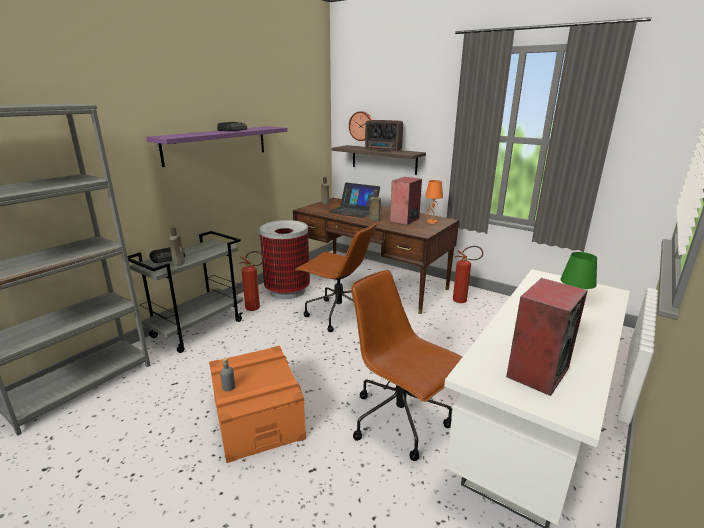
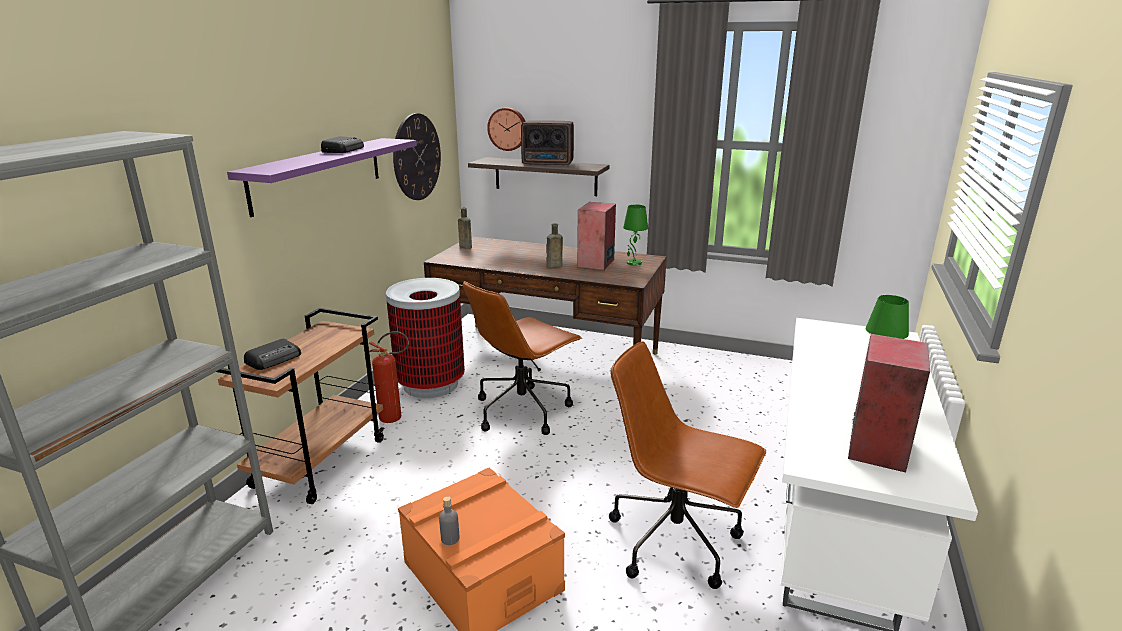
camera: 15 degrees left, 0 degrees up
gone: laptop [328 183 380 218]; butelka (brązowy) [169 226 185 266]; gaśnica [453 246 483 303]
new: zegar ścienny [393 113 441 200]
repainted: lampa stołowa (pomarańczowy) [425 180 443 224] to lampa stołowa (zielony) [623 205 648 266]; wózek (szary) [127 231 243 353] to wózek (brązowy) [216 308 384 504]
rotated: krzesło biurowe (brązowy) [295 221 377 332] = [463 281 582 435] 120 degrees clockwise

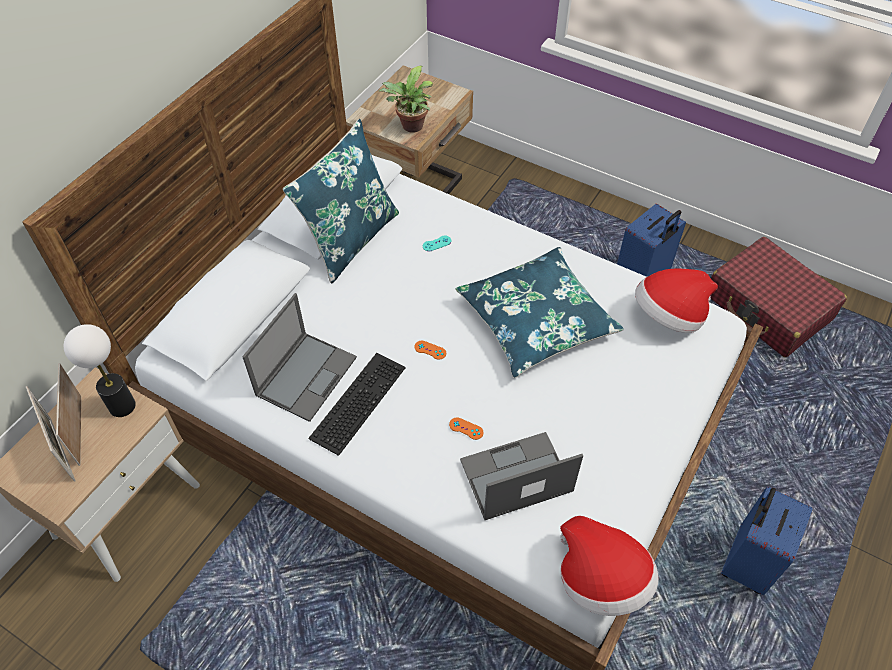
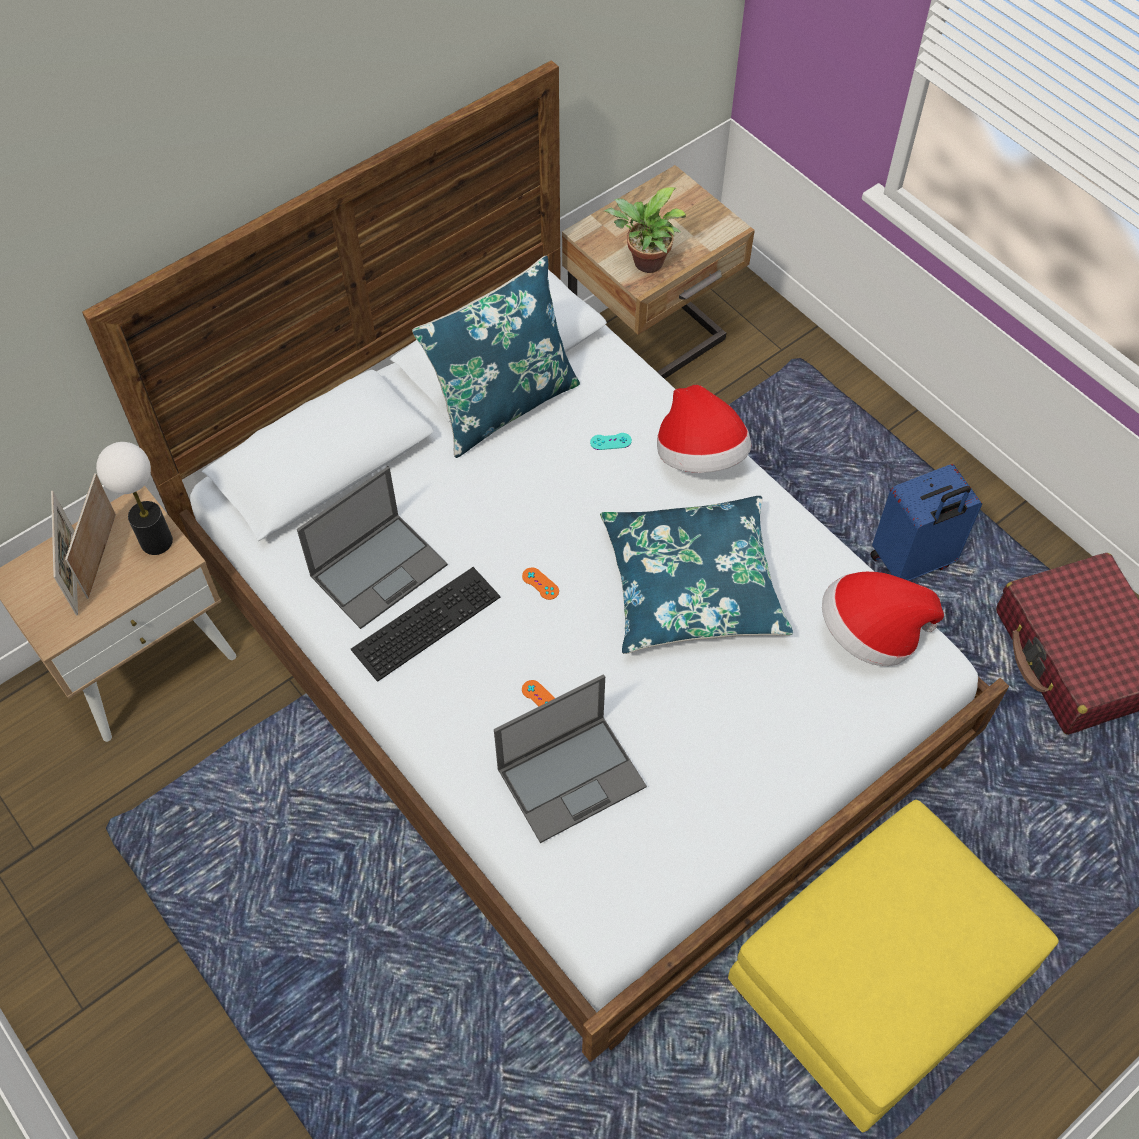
camera: 20 degrees right, 5 degrees up
shifted: kapelusz [560 516 658 616] to [657 385 751 473]
swapped: walizka (niebieski) [721 486 813 595] to pufa (żółty) [728 800 1059 1132]
rotated: laptop [460 432 583 520] = [494 674 647 843] 150 degrees clockwise

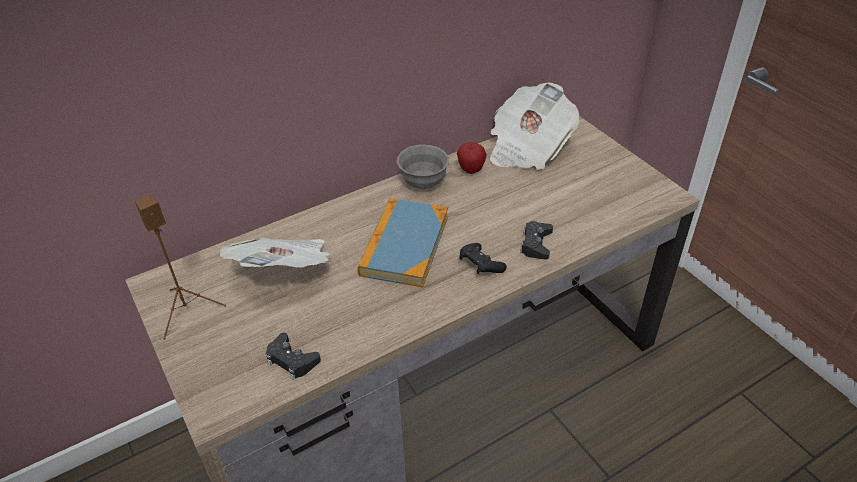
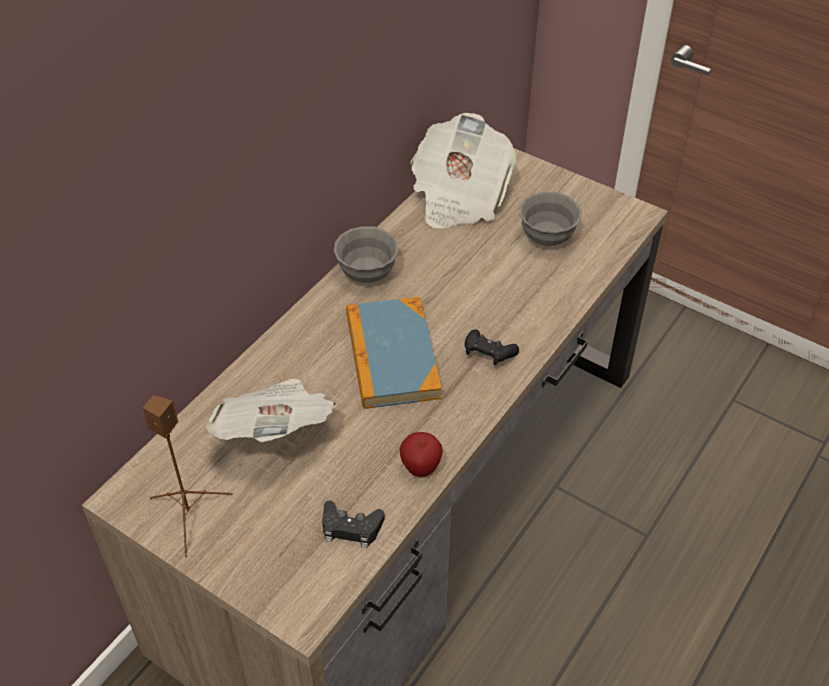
camera: 25 degrees left, 5 degrees up
gone: pad do gier (czarny) [520 221 553 259]
new: miska (szary) [519 191 582 246]
shifted: jabłko [457 142 487 174] to [399 432 443 477]

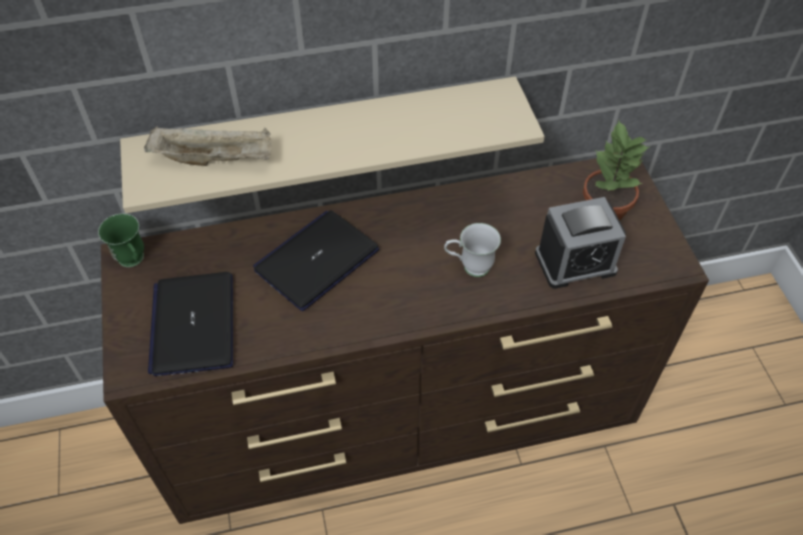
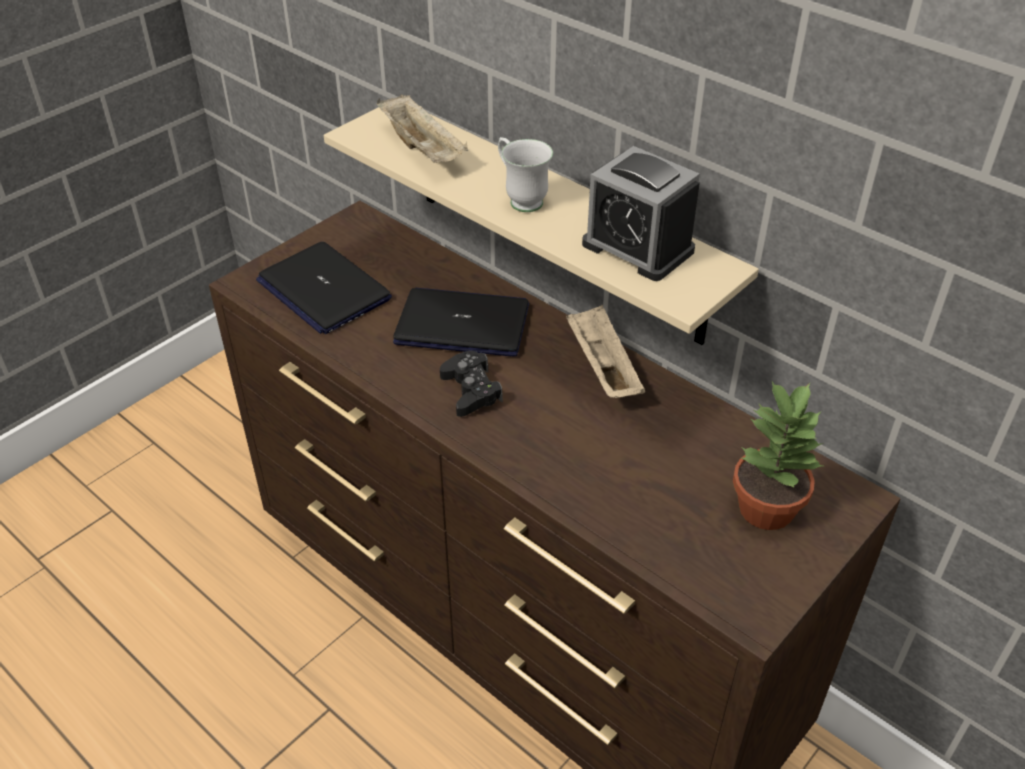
camera: 55 degrees right, 10 degrees down
gone: kubek (zielony) [98 213 144 267]
new: taca (beżowy) [566 305 645 398]; pad do gier (czarny) [440 351 503 417]
shifted: budzik [535 197 626 289] to [582 146 700 281]; kubek (biały) [444 223 501 277] to [498 137 553 212]
rotated: laptop [148 272 233 376] = [256 242 392 334] 90 degrees counterclockwise

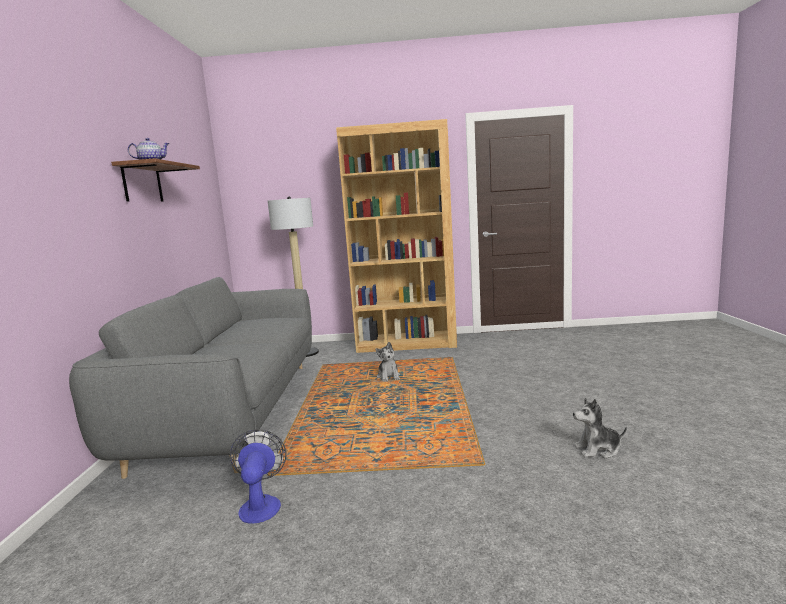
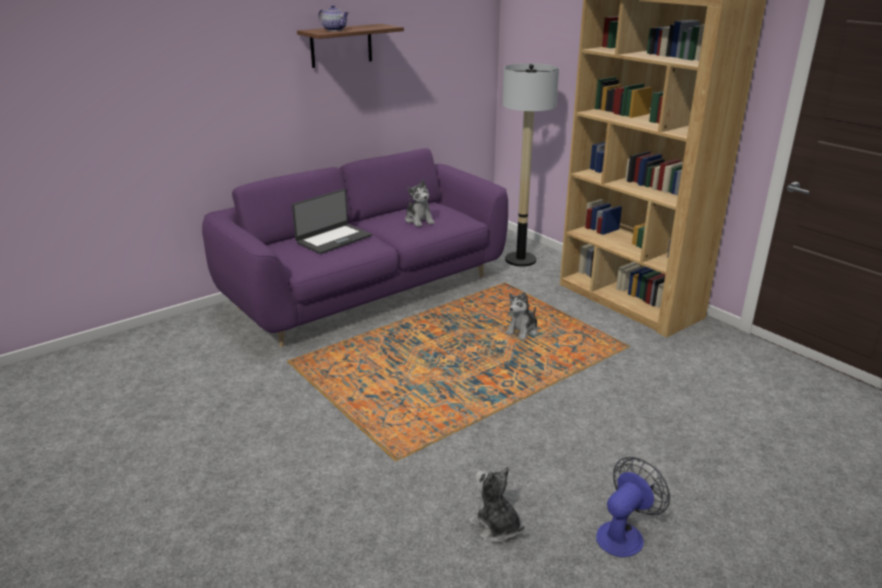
camera: 50 degrees right, 15 degrees up
new: pluszak [405 180 434 227]; laptop [292 189 372 254]
shifted: wentylator [230 429 287 523] to [596 457 670 557]
repainted: kanapa (szary) [69 277 312 479] to kanapa (fioletowy) [202 148 508 347]

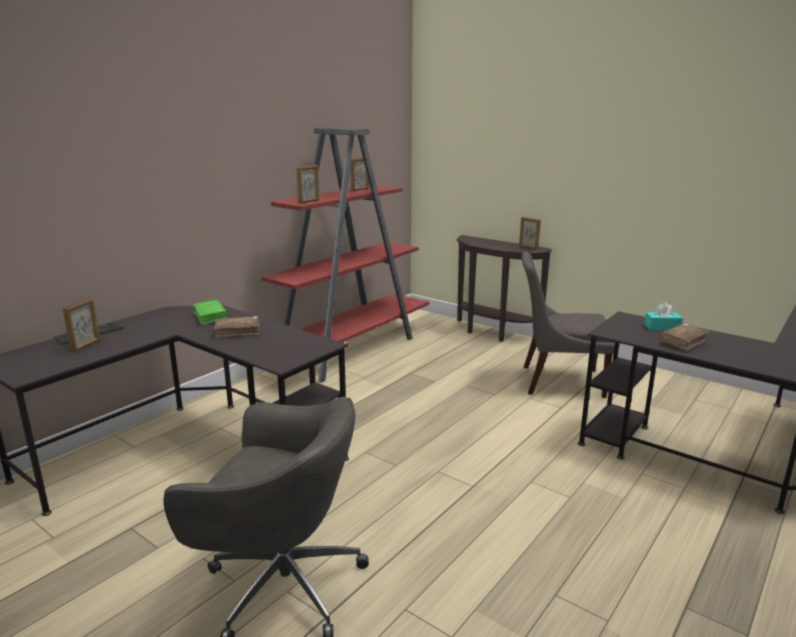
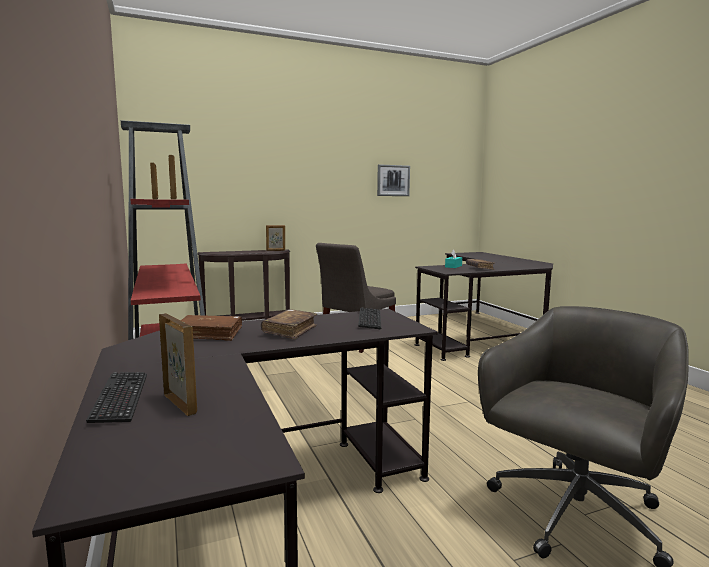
camera: 60 degrees left, 10 degrees down
new: obraz [377 164 410 196]; klawiatura [358 308 382 329]
repainted: książka (zielony) [193 300 228 325] to książka (brązowy) [180 315 242 341]

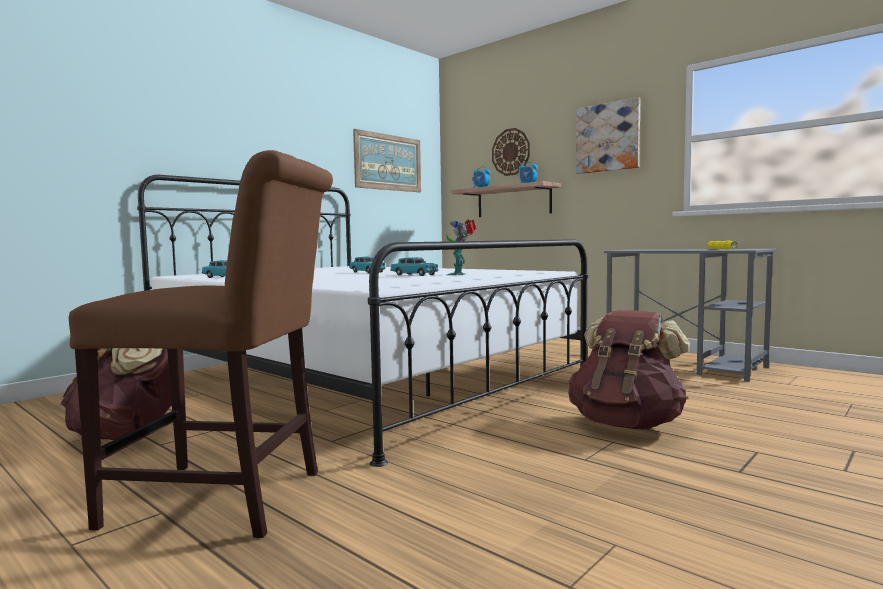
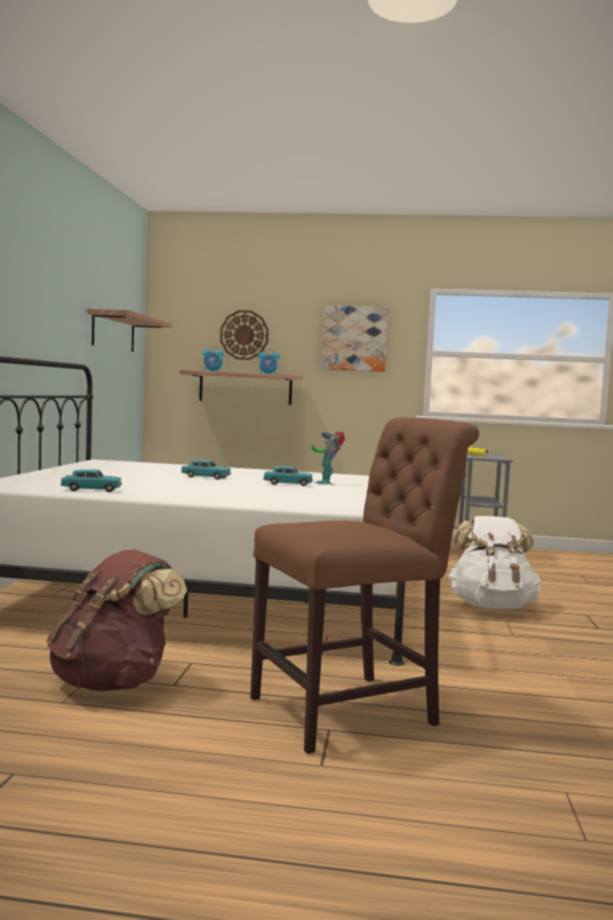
camera: 35 degrees left, 0 degrees up
swapped: obraz [353 129 421 192] to półka [87 308 172 352]
repainted: plecak (brązowy) [568 310 690 429] to plecak (biały) [447 516 541 609]

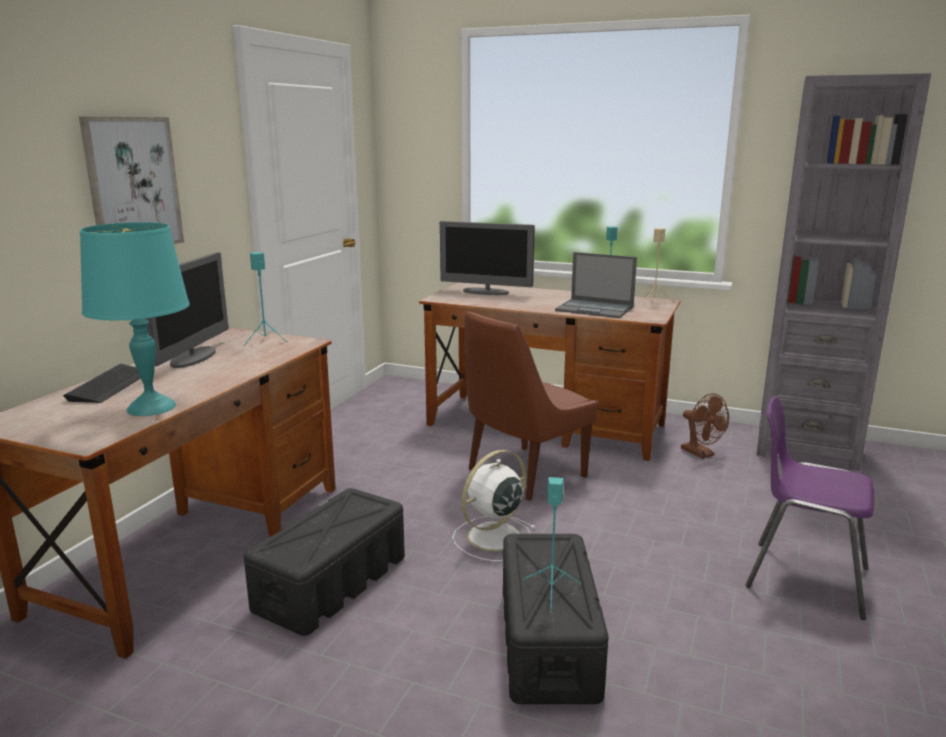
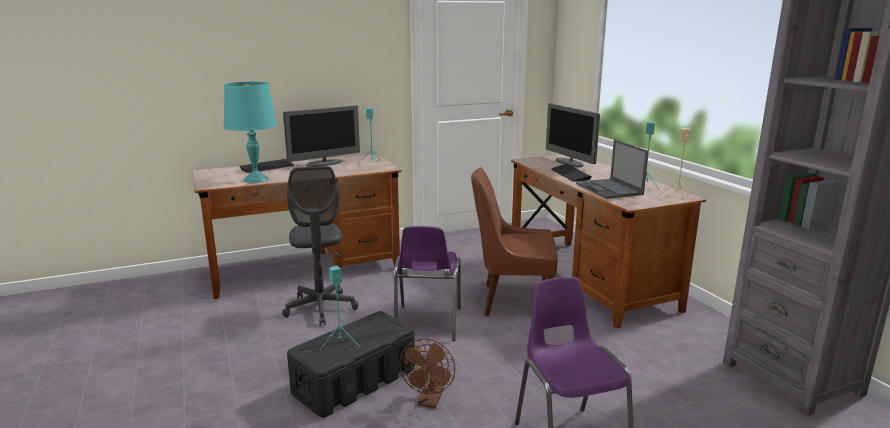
camera: 45 degrees right, 0 degrees up
gone: obraz [79 116 184 244]
new: klawiatura [551 164 592 181]
shifted: wentylator (brązowy) [681 393 729 459] to [399 339 455 408]
swapped: wentylator (biały) [452 450 536 561] to krzesło (fioletowy) [394 226 461 341]; pojemnik do przechowywania (czarny) [244 488 405 636] to krzesło biurowe (szary) [282 166 359 326]

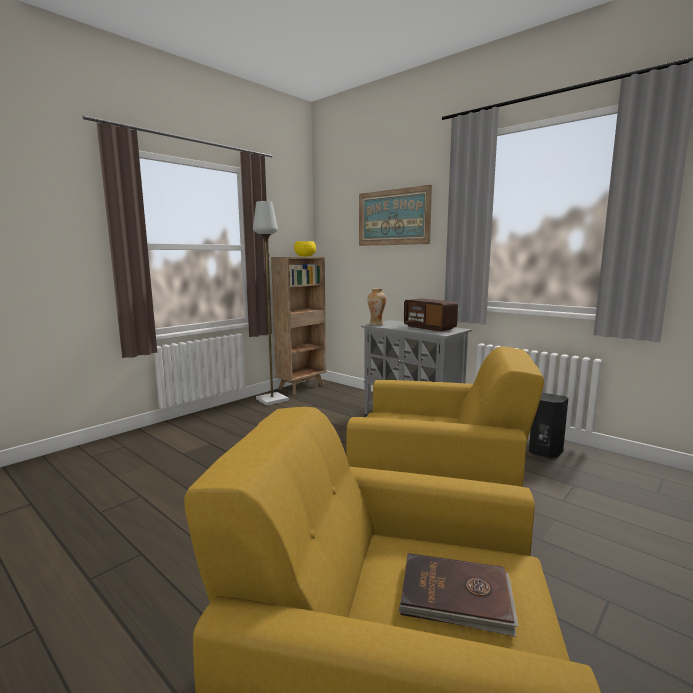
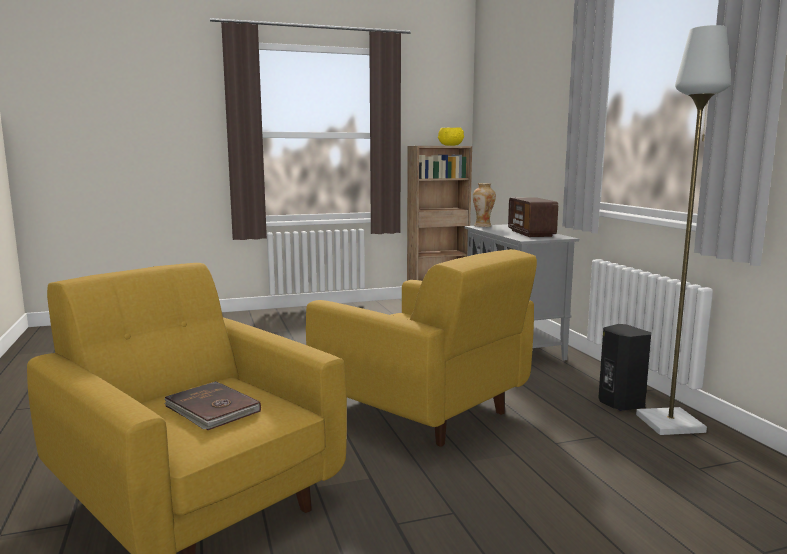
camera: 30 degrees right, 0 degrees up
gone: obraz [359 185 432 246]
shifted: lampa stojąca (szary) [253 201 289 405] to [636 25 731 435]

